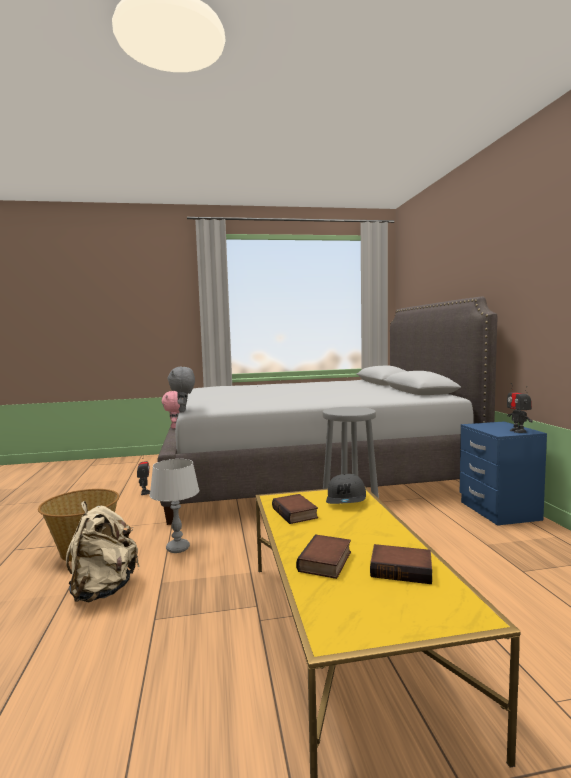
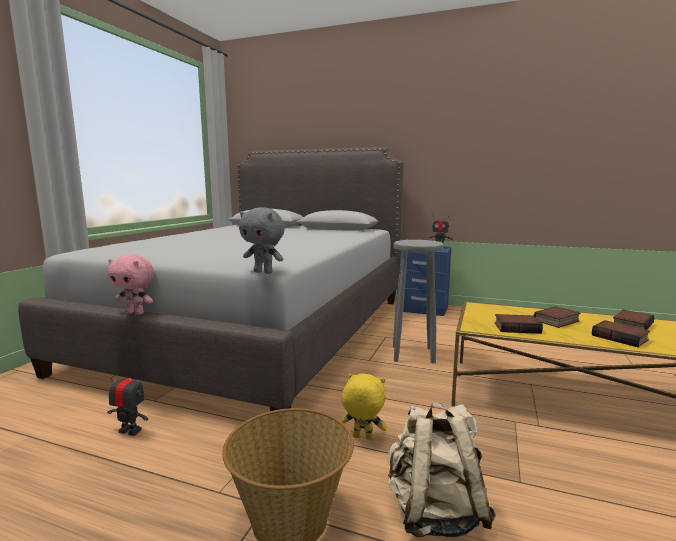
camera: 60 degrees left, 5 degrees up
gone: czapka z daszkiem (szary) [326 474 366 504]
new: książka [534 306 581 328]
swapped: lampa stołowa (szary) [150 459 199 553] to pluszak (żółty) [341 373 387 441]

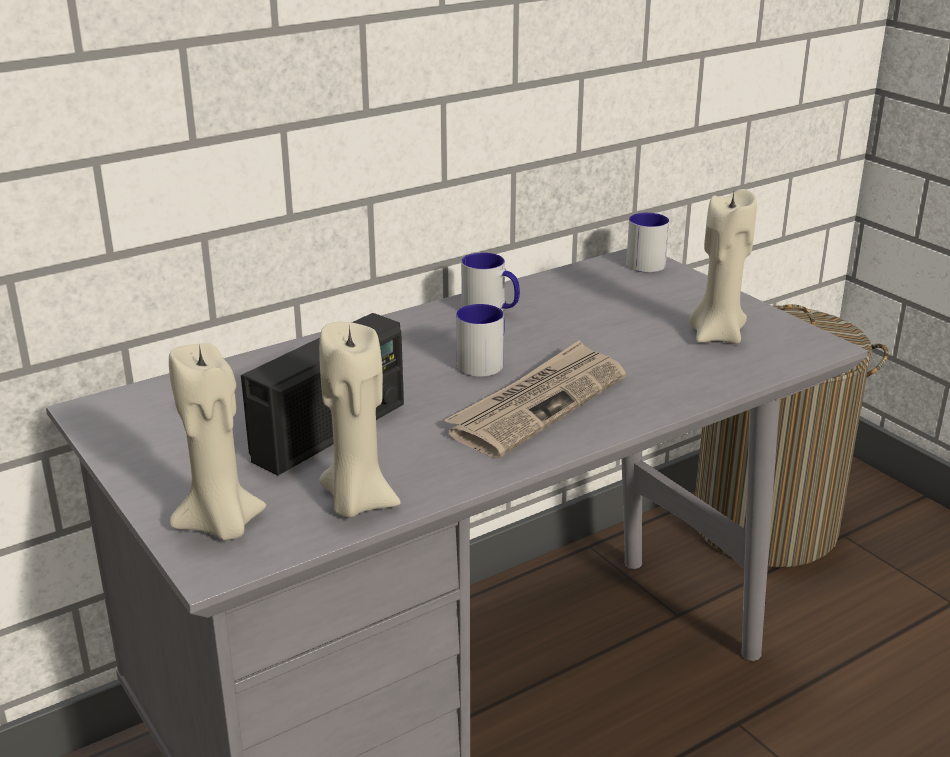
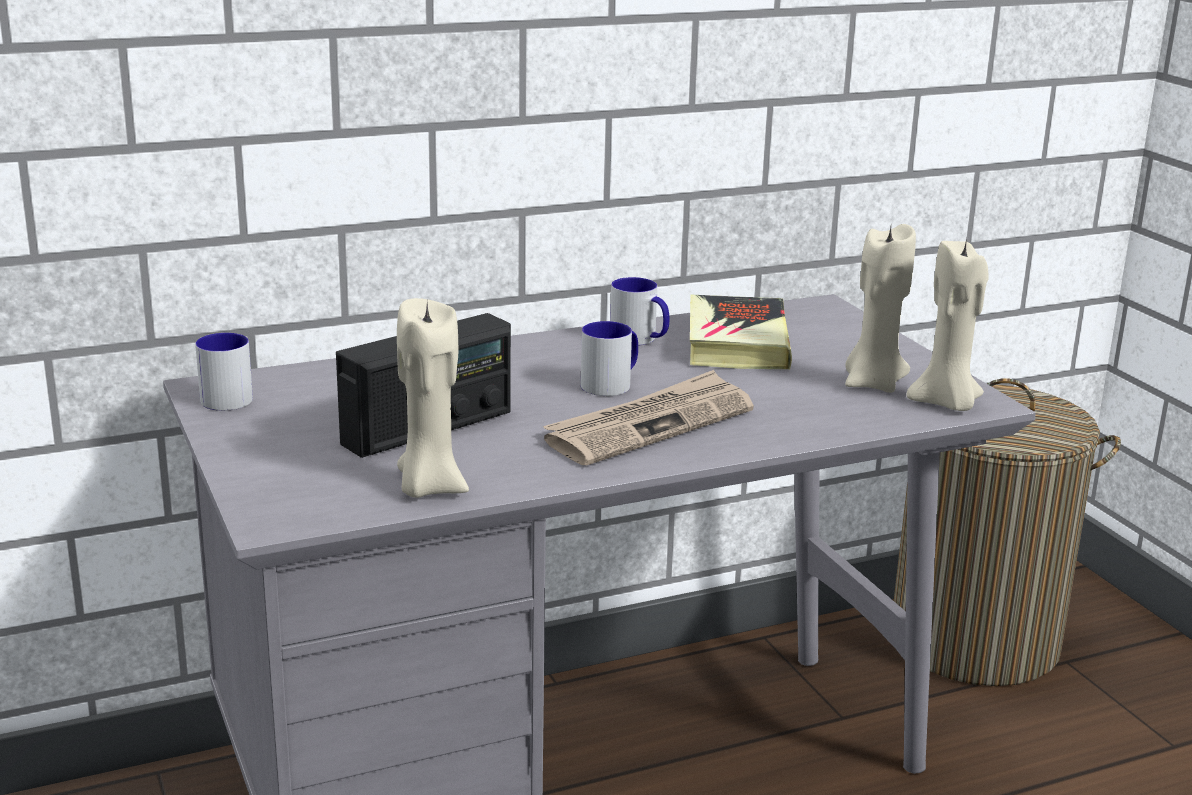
camera: 10 degrees right, 5 degrees down
new: książka [690 294 792 369]
shifted: kubek [626 213 669 273] to [195 333 253 411]; świeca (beżowy) [169 343 266 540] to [906 238 988 411]

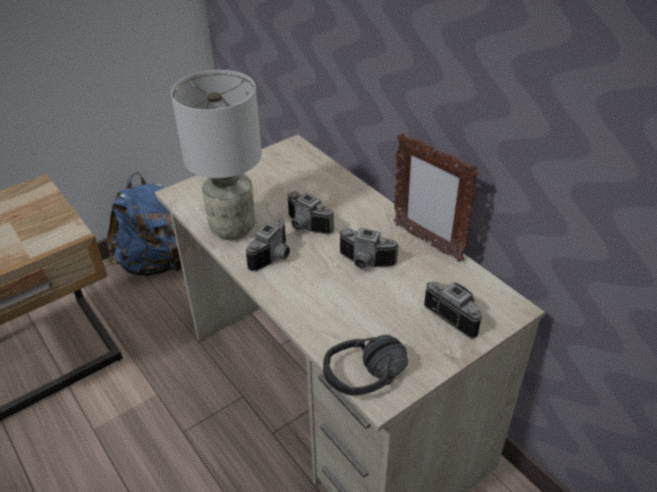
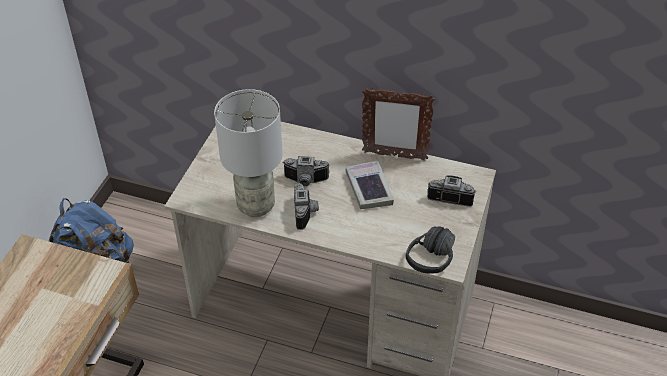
camera: 35 degrees left, 5 degrees up
swapped: aparat fotograficzny [339 227 399 269] to książka [345 161 394 209]

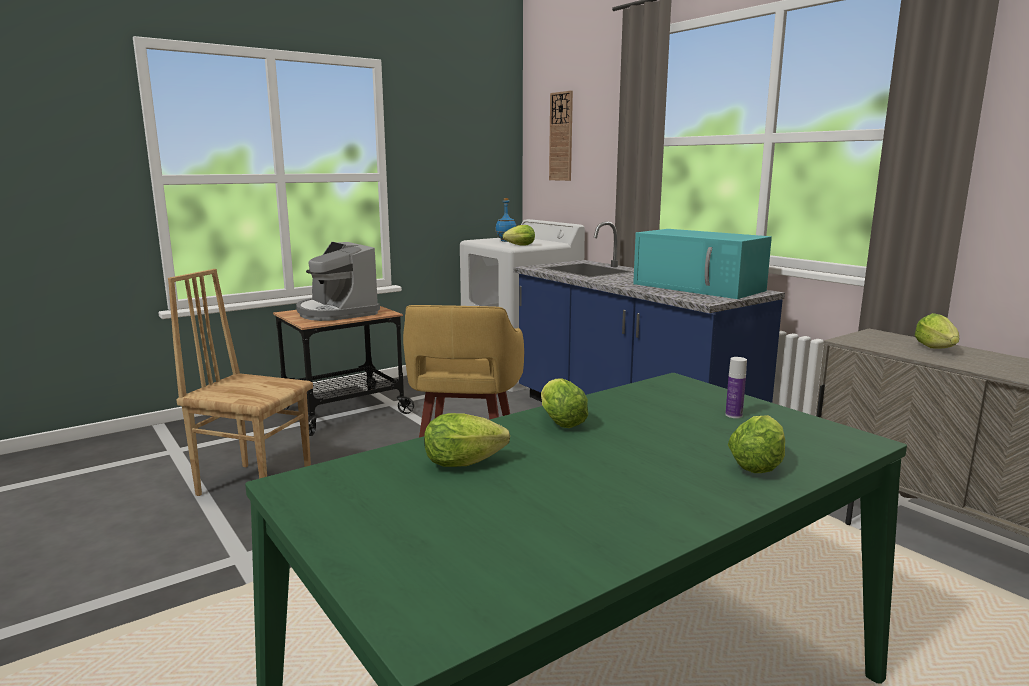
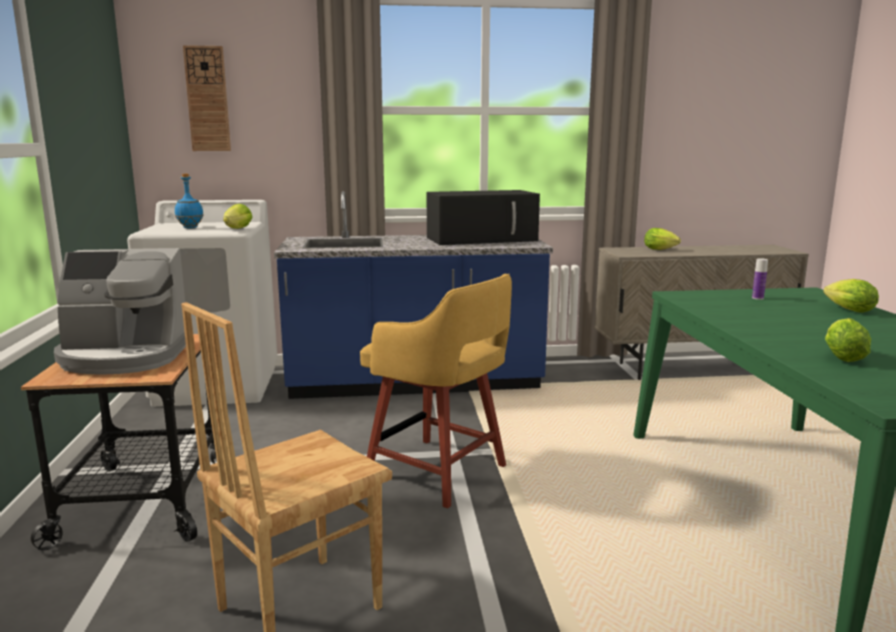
camera: 60 degrees left, 0 degrees up
gone: sałata [541 379 588 428]
repainted: mikrofalówka (turkusowy) [633 229 772 299] to mikrofalówka (czarny) [427 190 540 245]

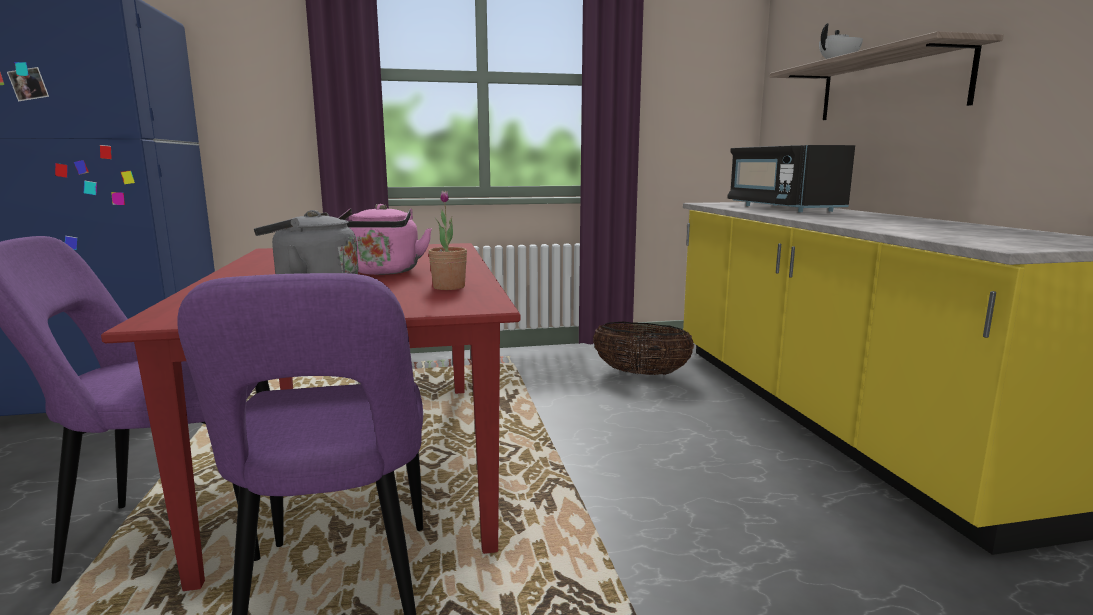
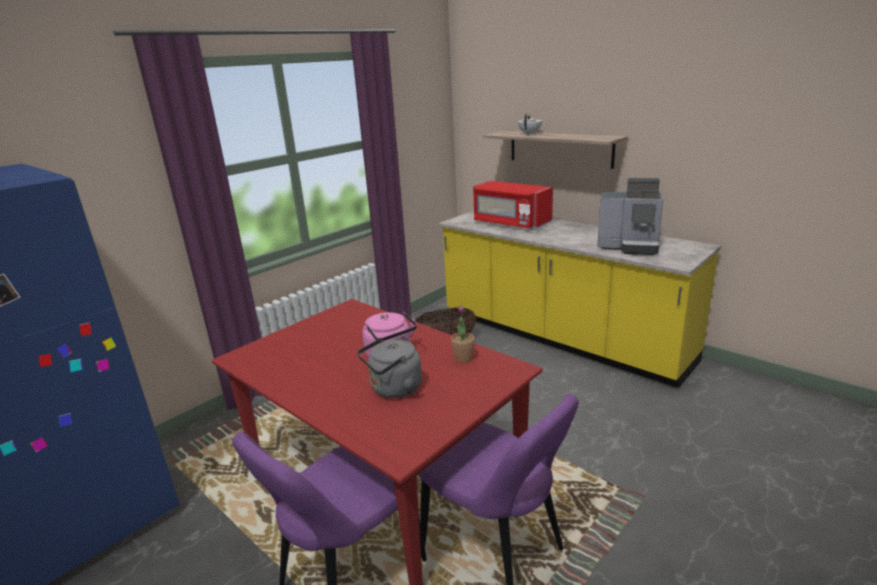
camera: 35 degrees left, 10 degrees up
new: ekspres do kawy [597 178 663 255]
repainted: mikrofalówka (czarny) [727 145 855 212] to mikrofalówka (czerwony) [473 181 553 230]

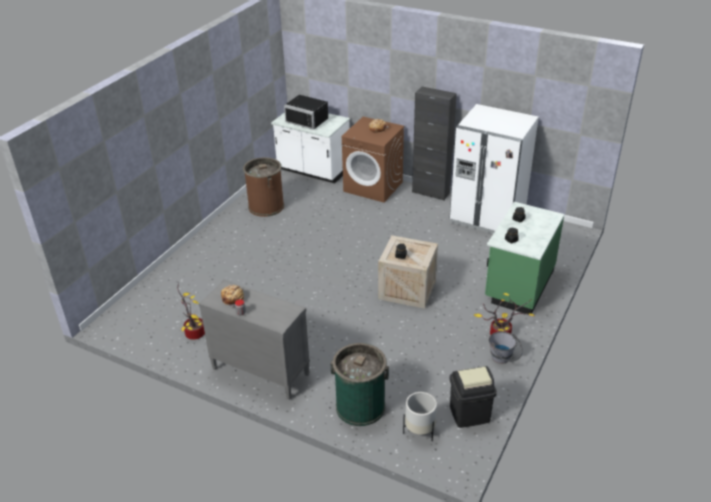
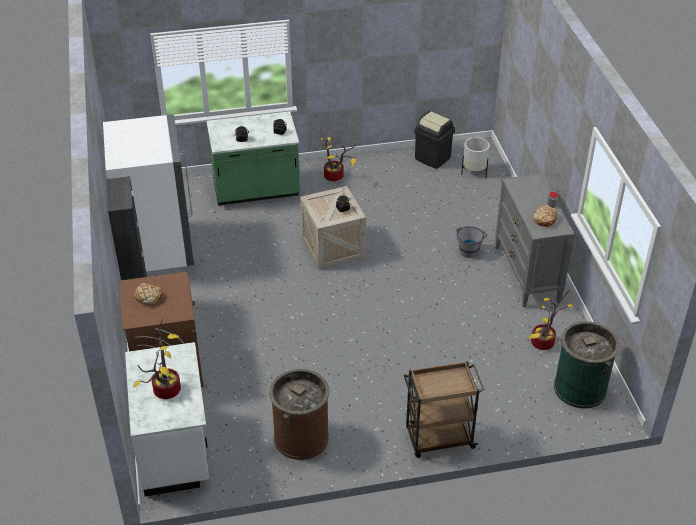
camera: 130 degrees left, 5 degrees up
new: wózek (brązowy) [404 361 484 458]
shifted: wiadro (szary) [489 331 523 364] to [456 226 487 258]; kosz na śmieci (zielony) [331 343 389 426] to [554 321 619 409]
swapped: mikrofalówka (czarny) [284 95 328 130] to roślina doniczkowa [133 319 181 399]

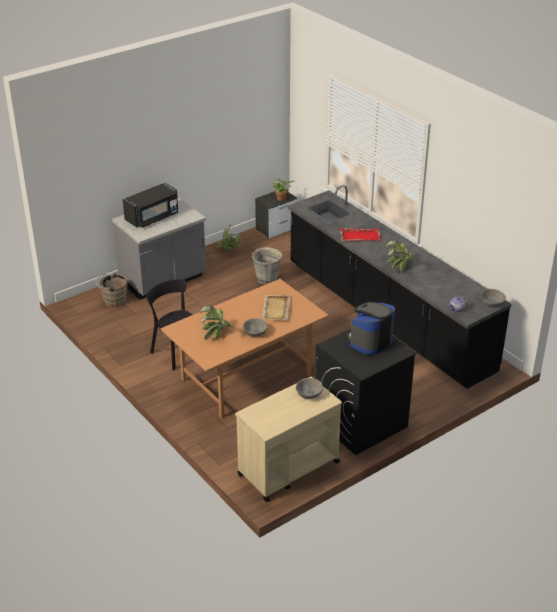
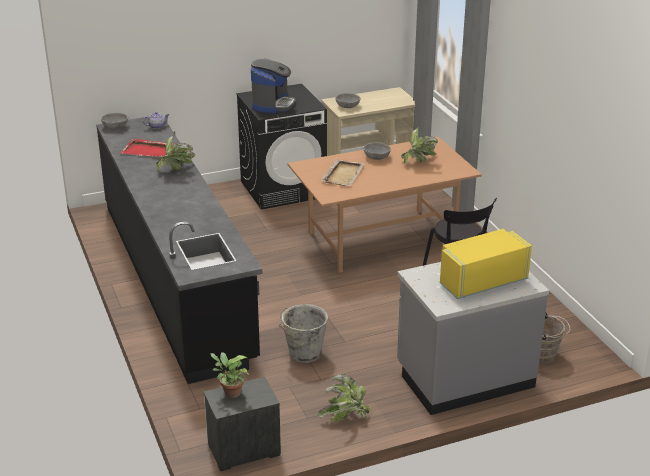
camera: 165 degrees left, 5 degrees down
shifted: taca (czerwony) [340 228 381 241] to [120 139 167 157]
repainted: mikrofalówka (czarny) [123 183 178 228] to mikrofalówka (żółty) [440 229 532 299]
rotated: ekspres do kawy [348 302 395 355] = [251 59 296 113] 45 degrees counterclockwise

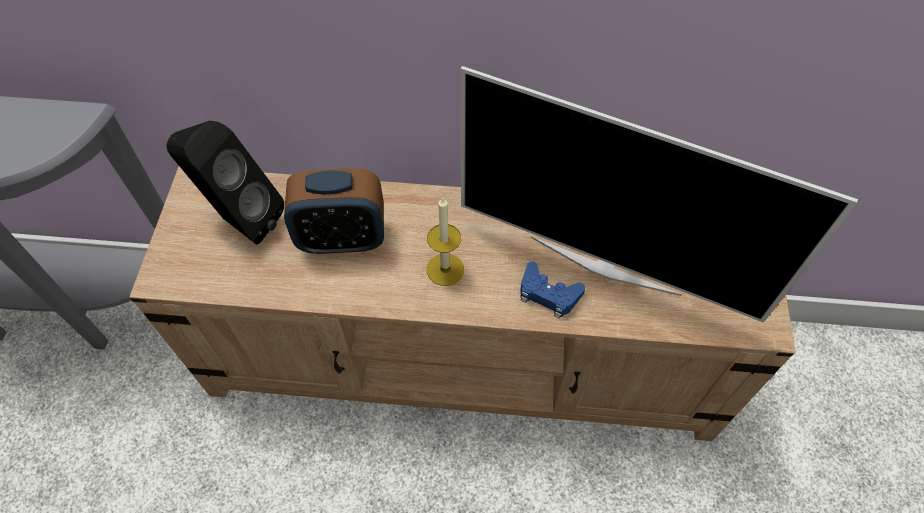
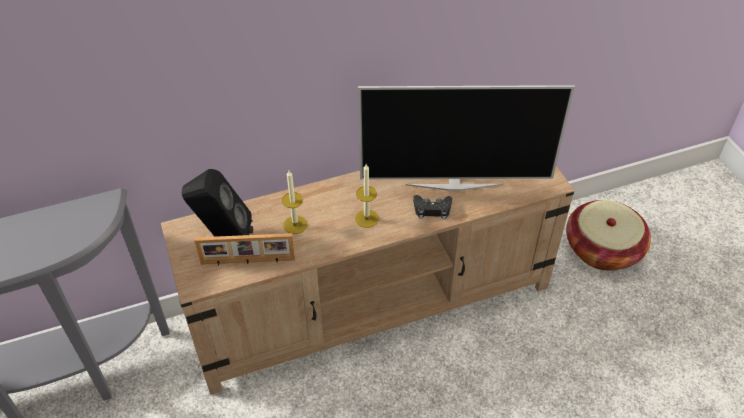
camera: 25 degrees left, 10 degrees down
new: koszyk [566 200 651 271]; ramka na zdjęcie [195 233 295 266]
swapped: budzik [284 168 384 254] to świeca [282 171 307 234]
repainted: pad do gier (niebieski) [520 262 585 319] to pad do gier (czarny) [413 195 452 220]

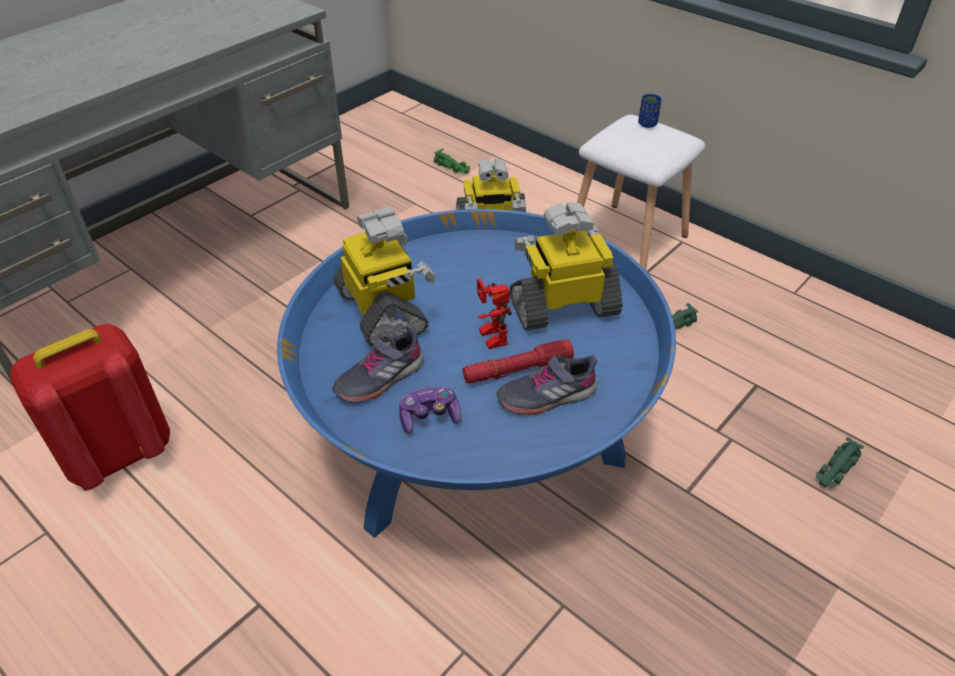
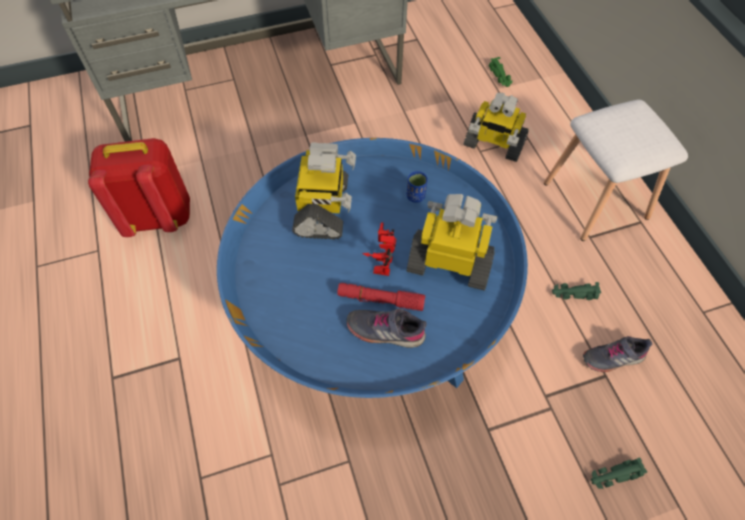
camera: 30 degrees right, 15 degrees up
gone: pad do gier [399 387 462 434]
shifted: filiżanka (niebieski) [638 94 662 128] to [406 171 428 203]; but (szary) [332 327 424 403] to [583 336 652 372]

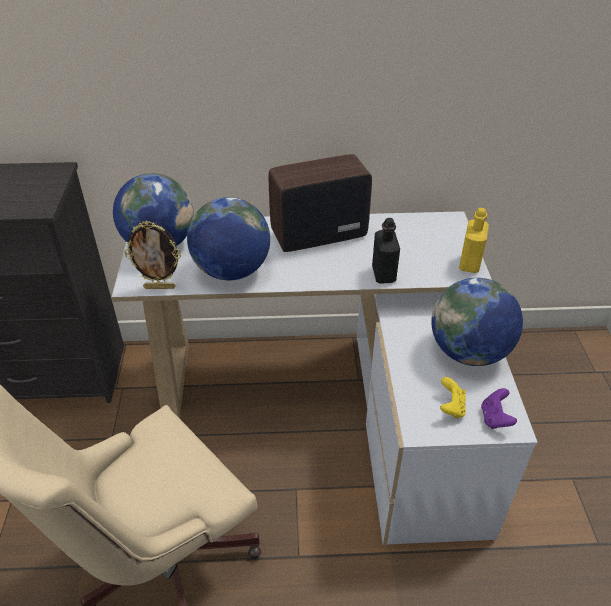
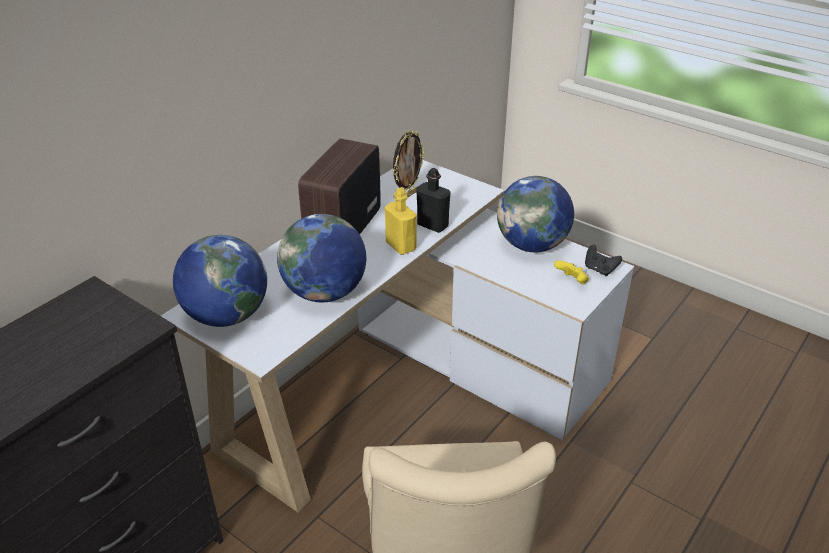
camera: 50 degrees left, 5 degrees down
shifted: butelka (żółty) [459 208 489 273] to [385 188 417 255]; ramka na zdjęcie [124 221 181 289] to [393 130 425 198]
repainted: pad do gier (fioletowy) [481 388 517 429] to pad do gier (czarny) [585 245 622 276]

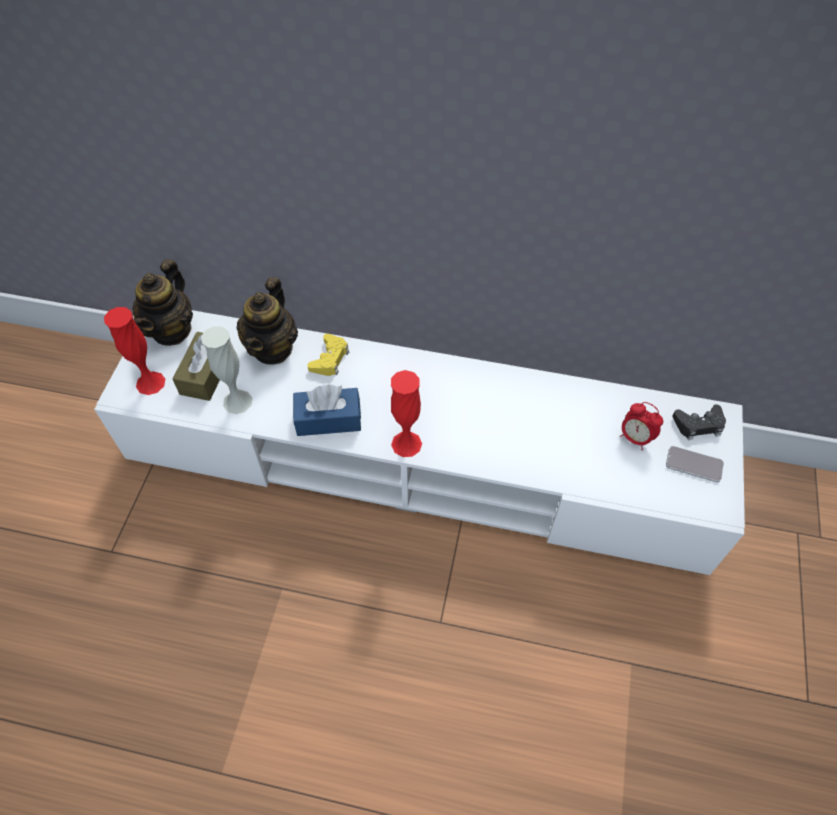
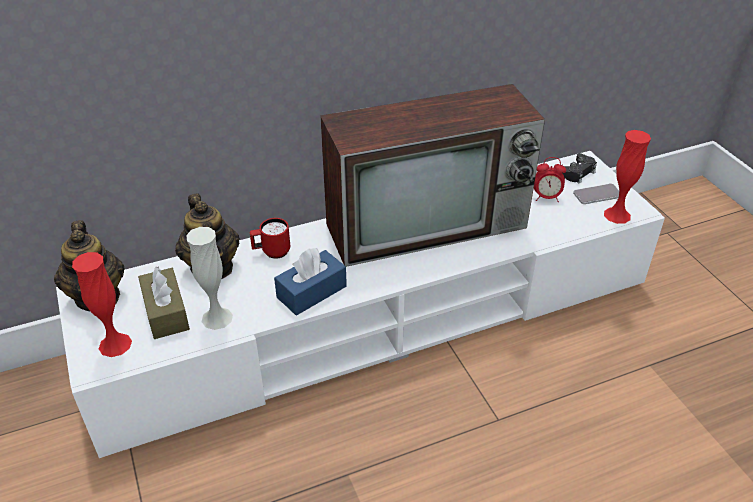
camera: 35 degrees left, 15 degrees down
new: telewizor [320 84 545 267]
shifted: wazon (czerwony) [391 370 422 457] to [604 130 651 224]
swapped: pad do gier (żółty) [307 334 349 376] to kubek (czerwony) [250 218 290 259]

